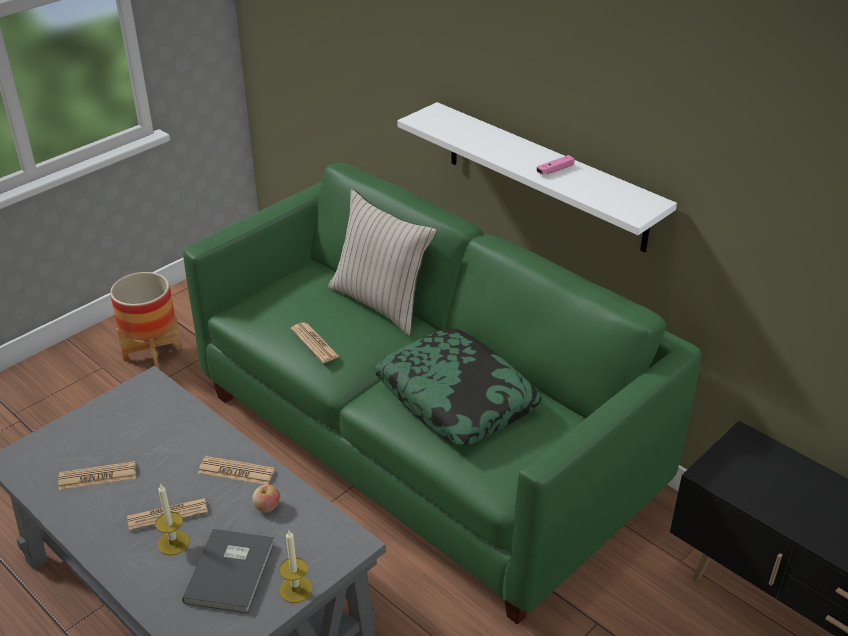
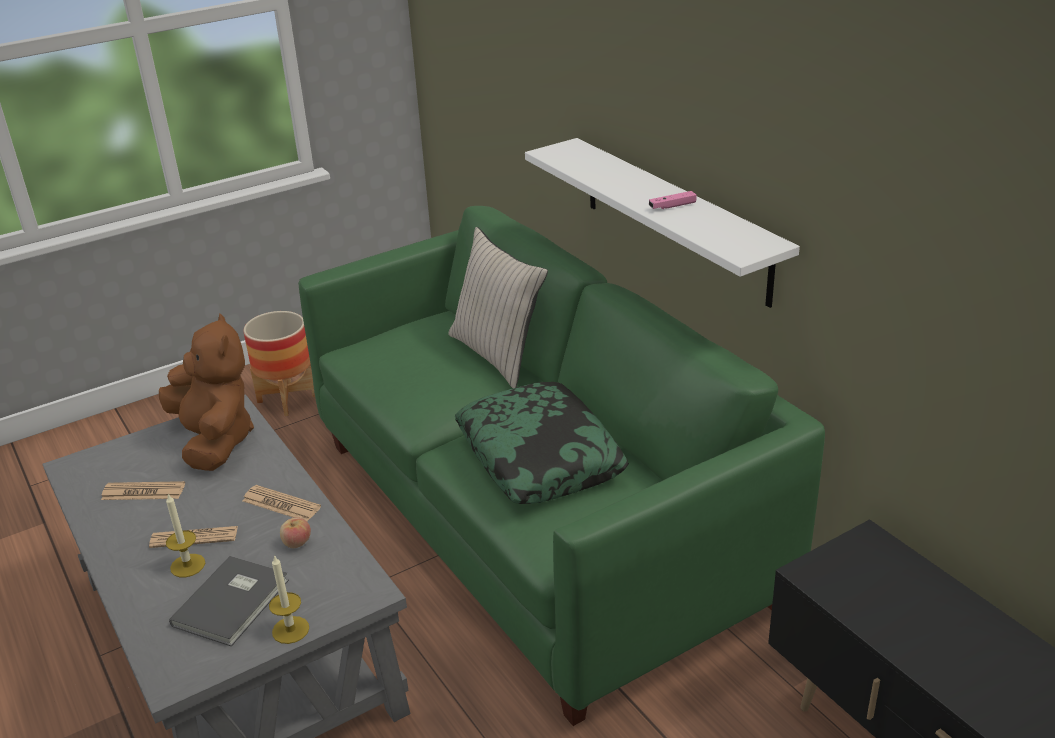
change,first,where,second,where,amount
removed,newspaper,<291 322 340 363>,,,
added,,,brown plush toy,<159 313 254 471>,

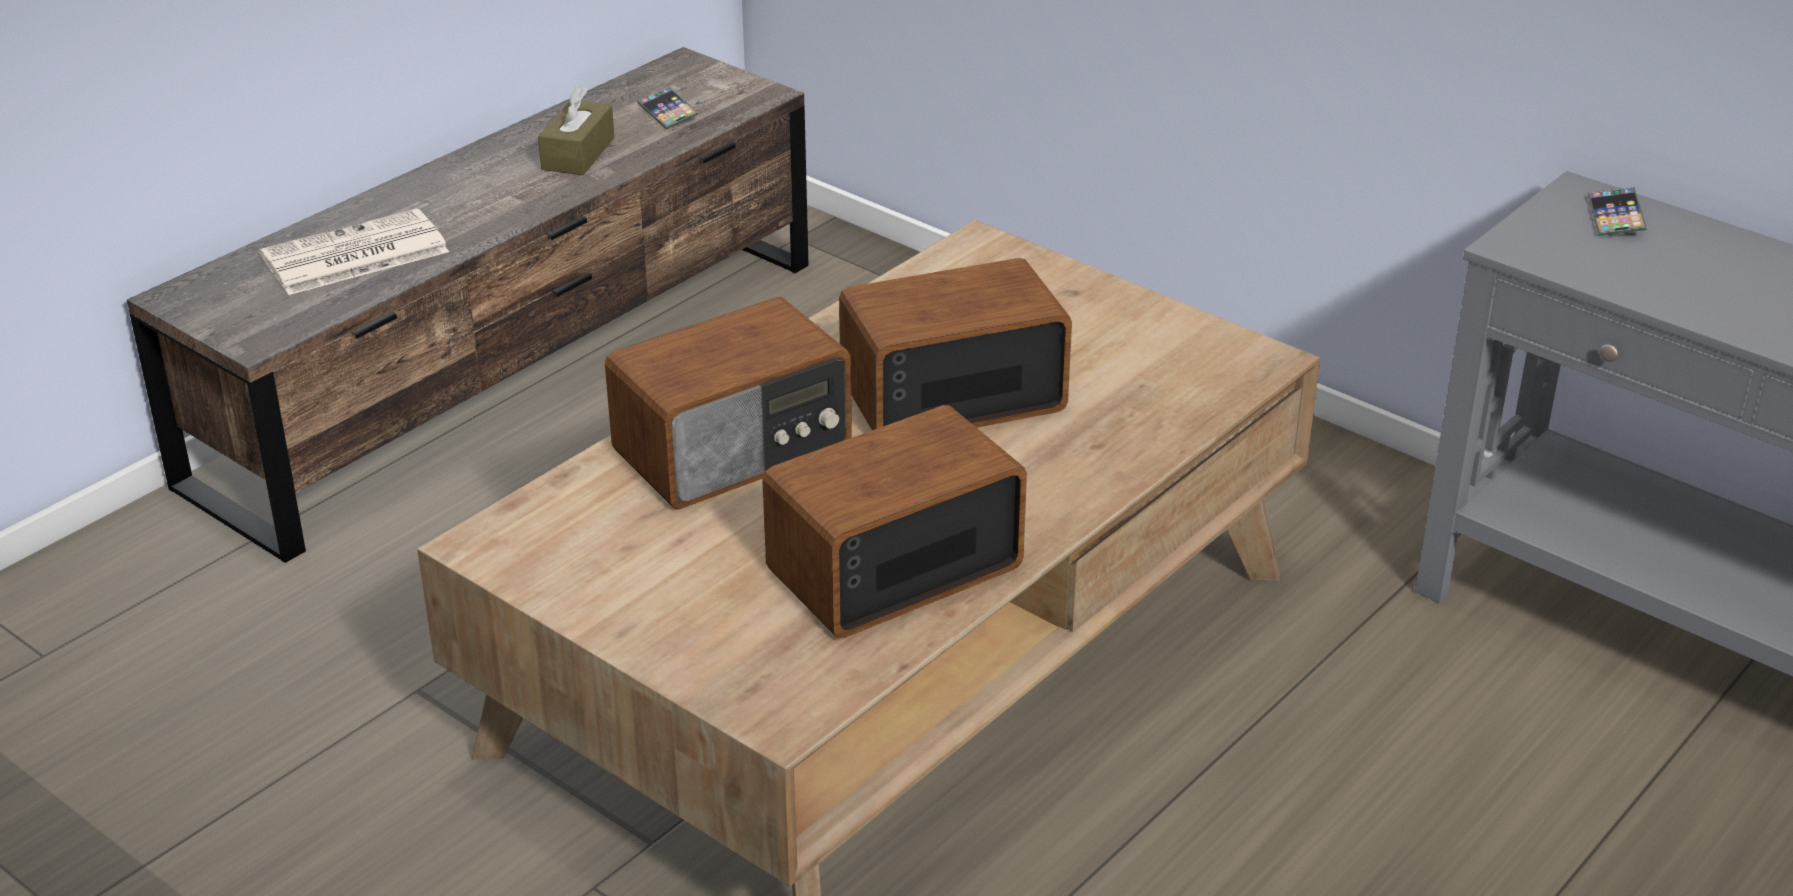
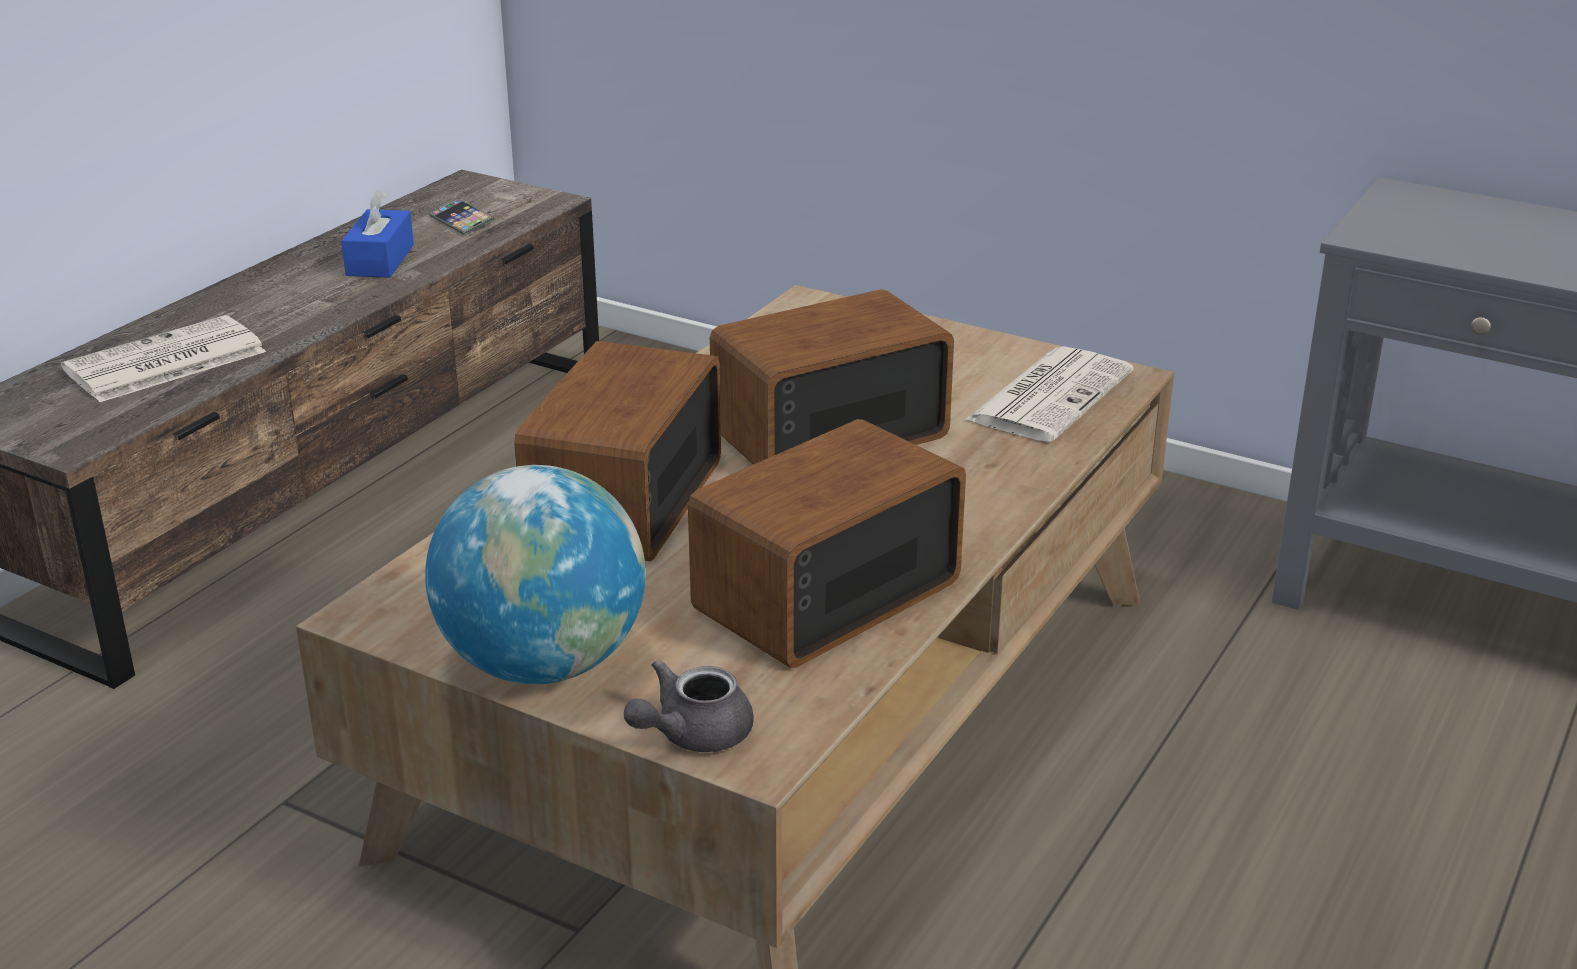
change,first,where,second,where,amount
removed,phone,<1588 187 1647 236>,,,
added,,,globe,<425 465 646 684>,
added,,,grey teapot,<624 659 754 752>,
added,,,newspaper,<965 346 1133 442>,
recoloured,brown tissue box,<538 86 615 175>,blue tissue box,<341 190 414 278>,
turned,radio,<605 297 852 509>,,<514 341 721 561>,150 degrees clockwise

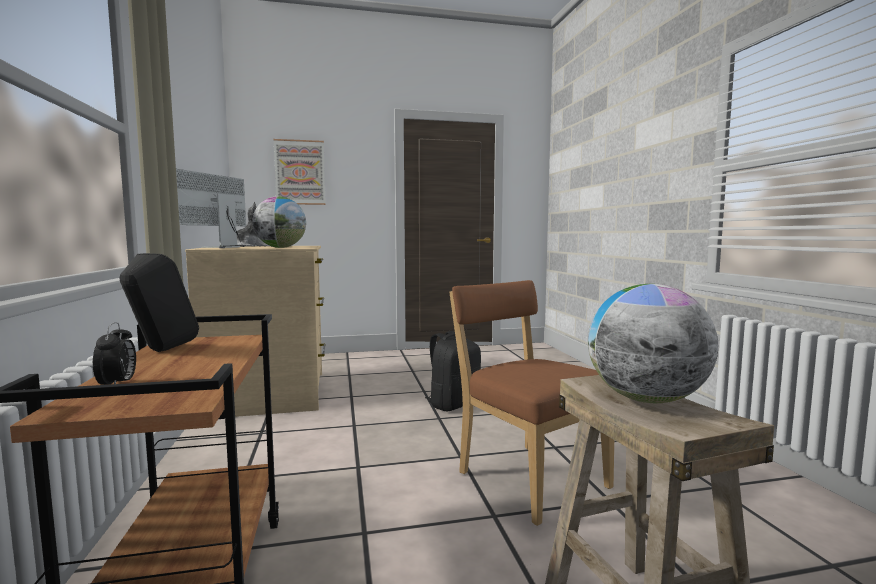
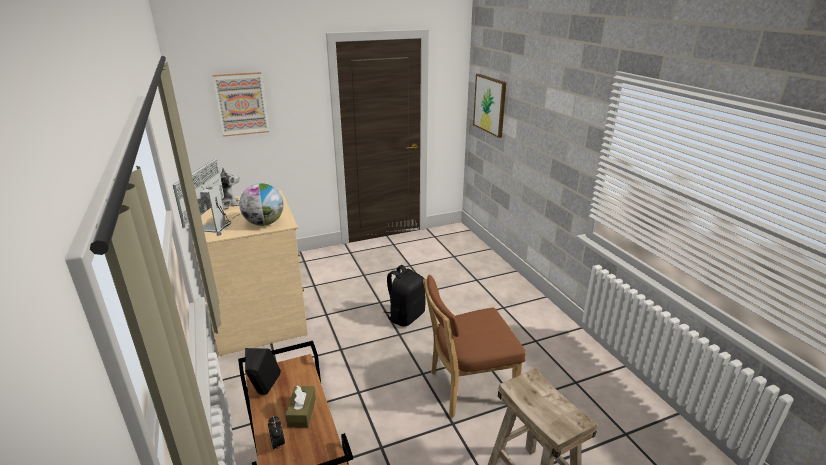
change,first,where,second,where,amount
removed,globe,<588 284 718 403>,,,
added,,,brown tissue box,<285 385 316 428>,
added,,,picture,<473 74 506 138>,
turned,brown chair,<449 280 614 526>,,<423 275 526 418>,60 degrees counterclockwise

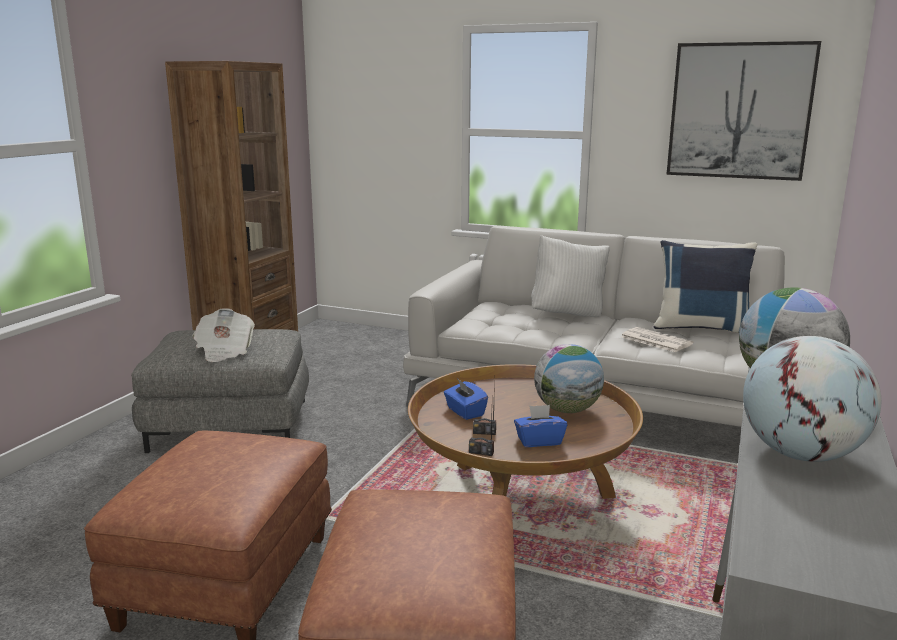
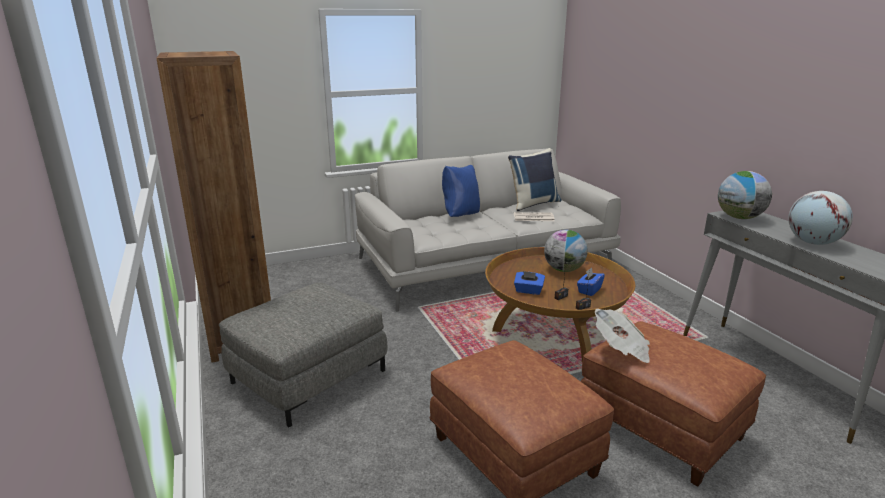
change,first,where,second,where,amount
removed,picture,<666 41 821 181>,,,
moved,newspaper,<193 308 255 362>,,<595 309 650 363>,
recoloured,white pillow,<531 235 610 317>,blue pillow,<442 165 480 217>,

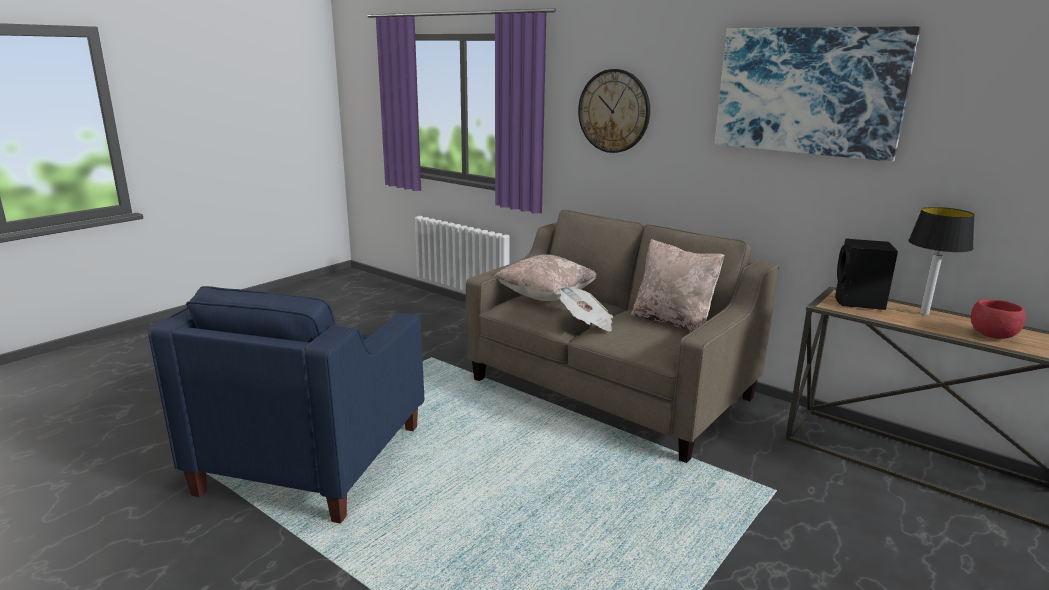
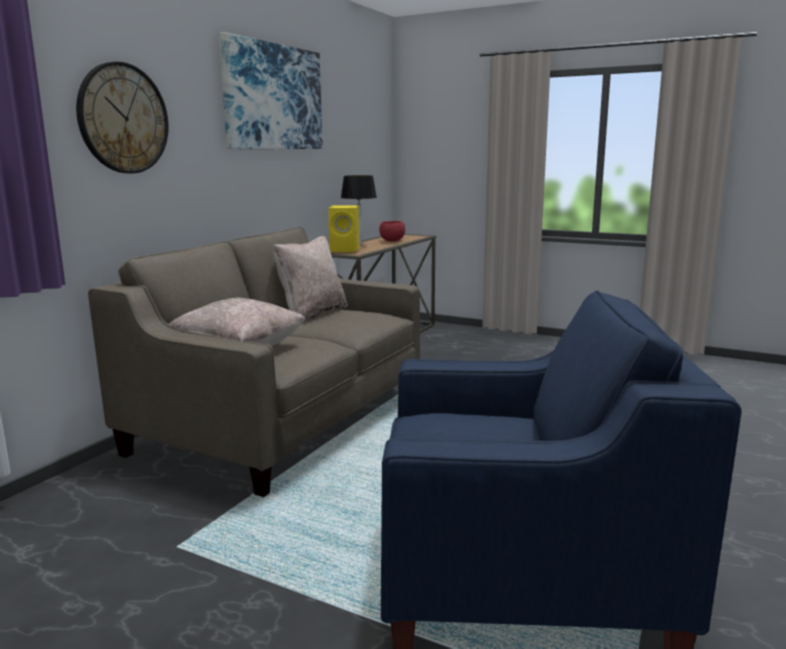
change,first,where,second,where,amount
removed,newspaper,<559 286 613 331>,,,
recoloured,black speaker,<835 238 898 310>,yellow speaker,<328 206 360 252>,

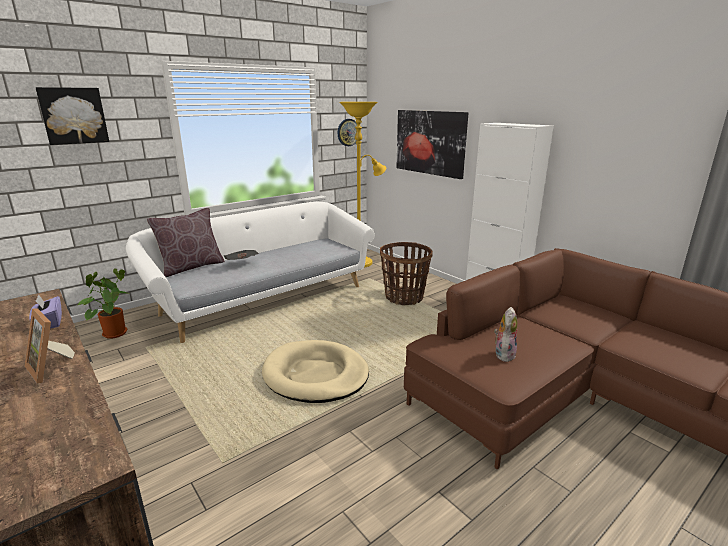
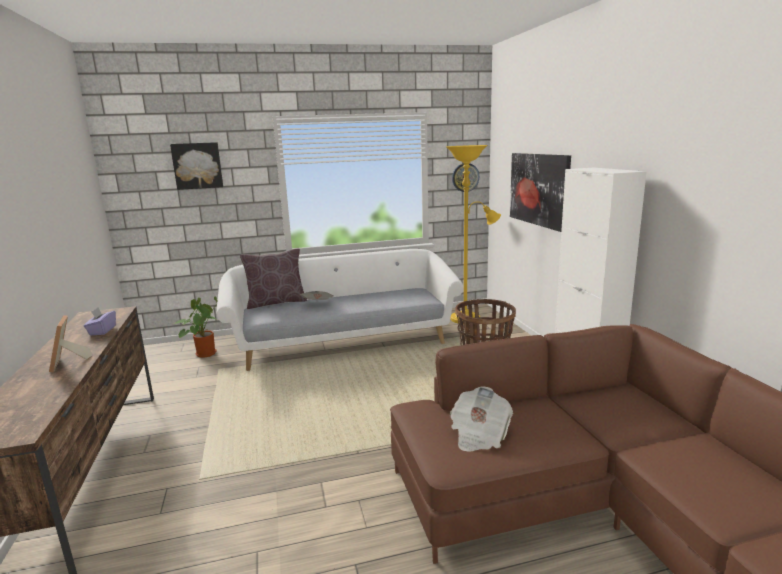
change,first,where,second,where,amount
removed,beige dog bed,<262 340 369 403>,,,
replaced,plush toy,<494 307 517 362>,newspaper,<450 386 513 451>,

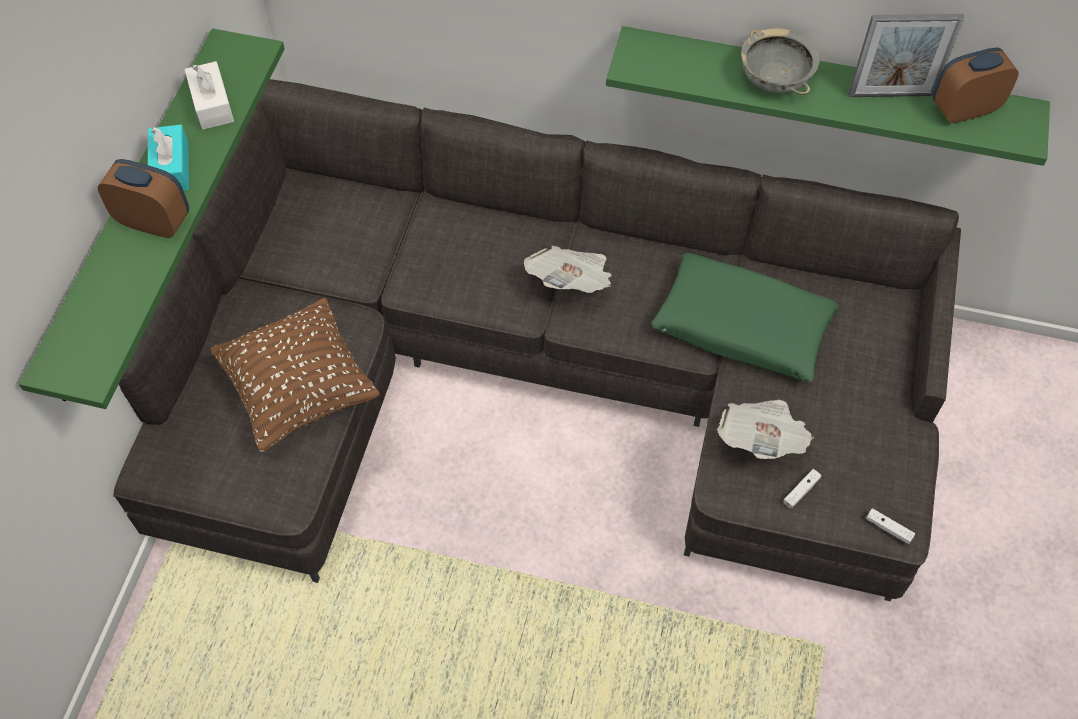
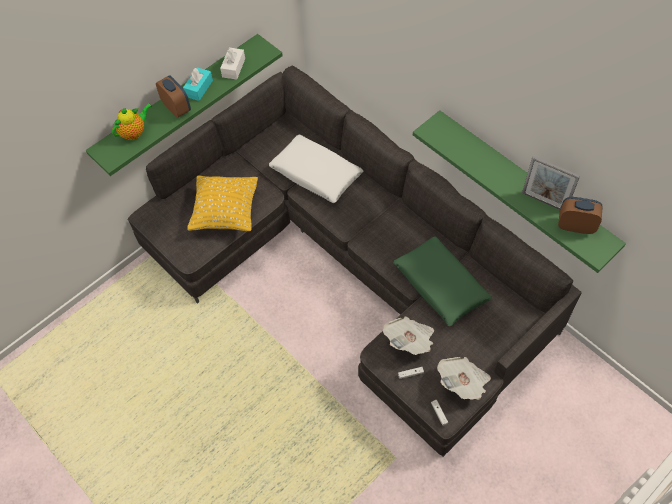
change,first,where,second,where,amount
removed,grey bowl,<741 28 820 95>,,,
added,,,teapot,<112 104 151 140>,
added,,,white pillow,<269 135 363 203>,
moved,newspaper,<524 246 612 293>,,<437 357 491 400>,
recoloured,brown pillow,<210 298 380 452>,yellow pillow,<187 175 258 231>,

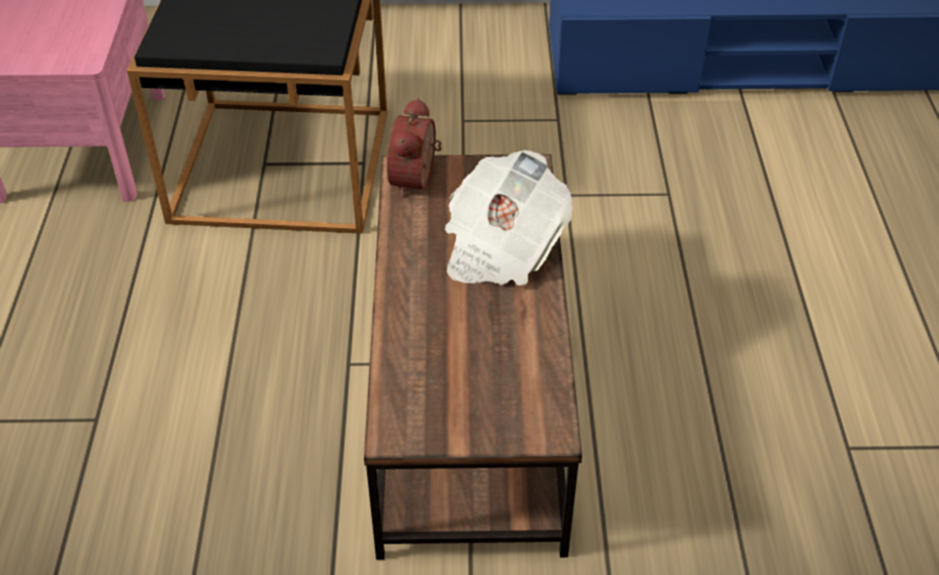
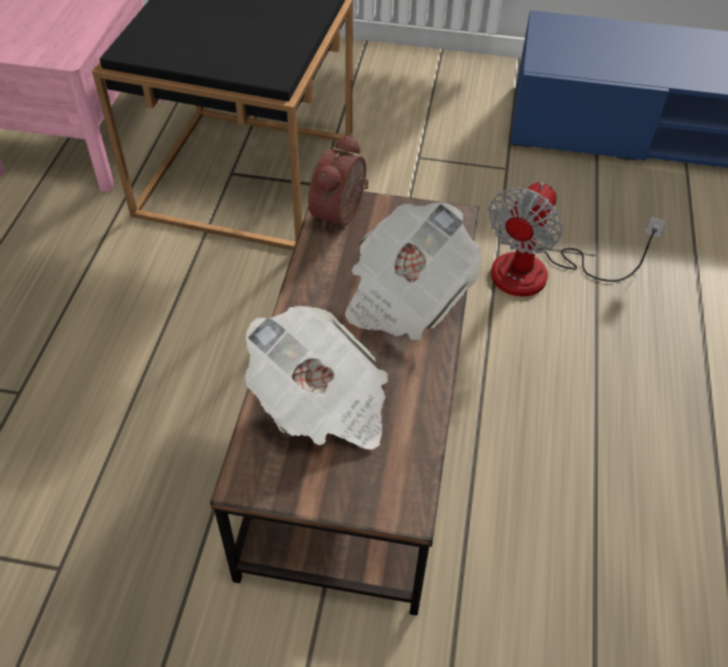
change,first,where,second,where,amount
added,,,newspaper,<245 306 388 450>,
added,,,fan,<488 182 666 297>,

